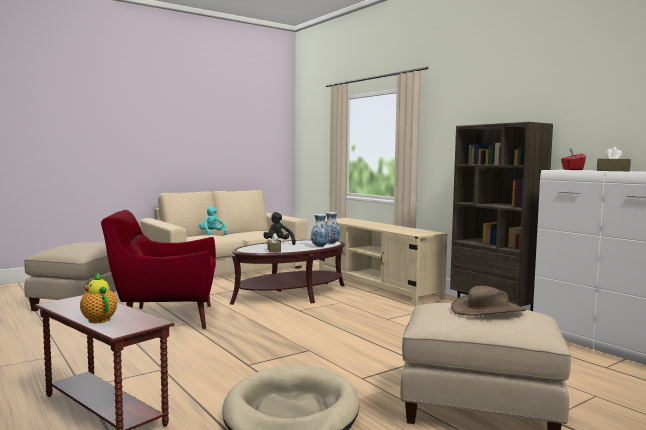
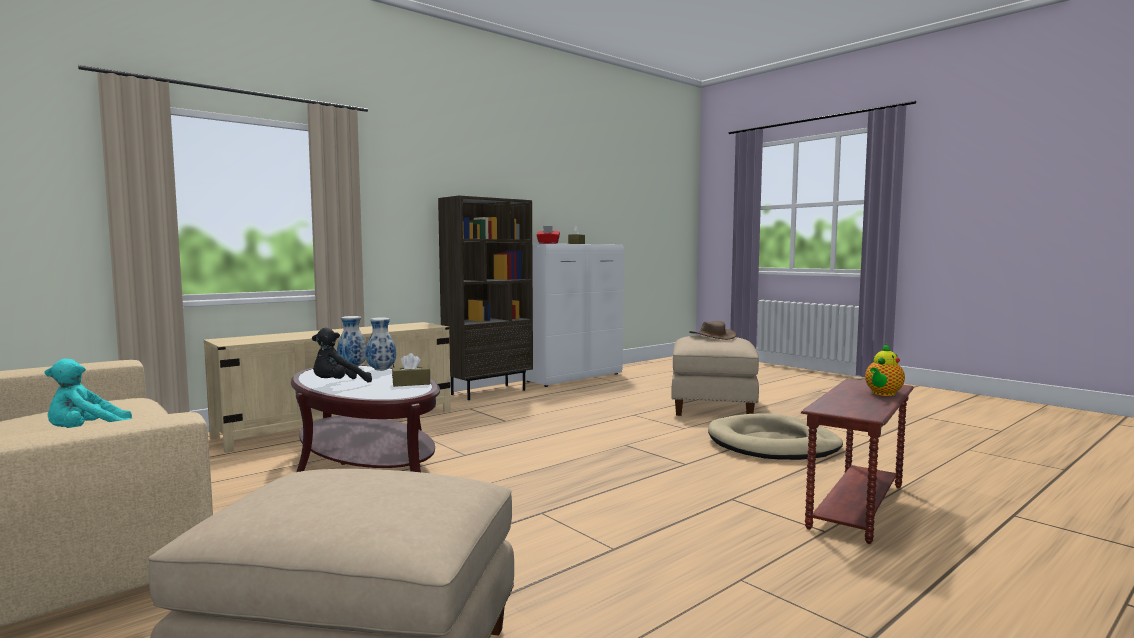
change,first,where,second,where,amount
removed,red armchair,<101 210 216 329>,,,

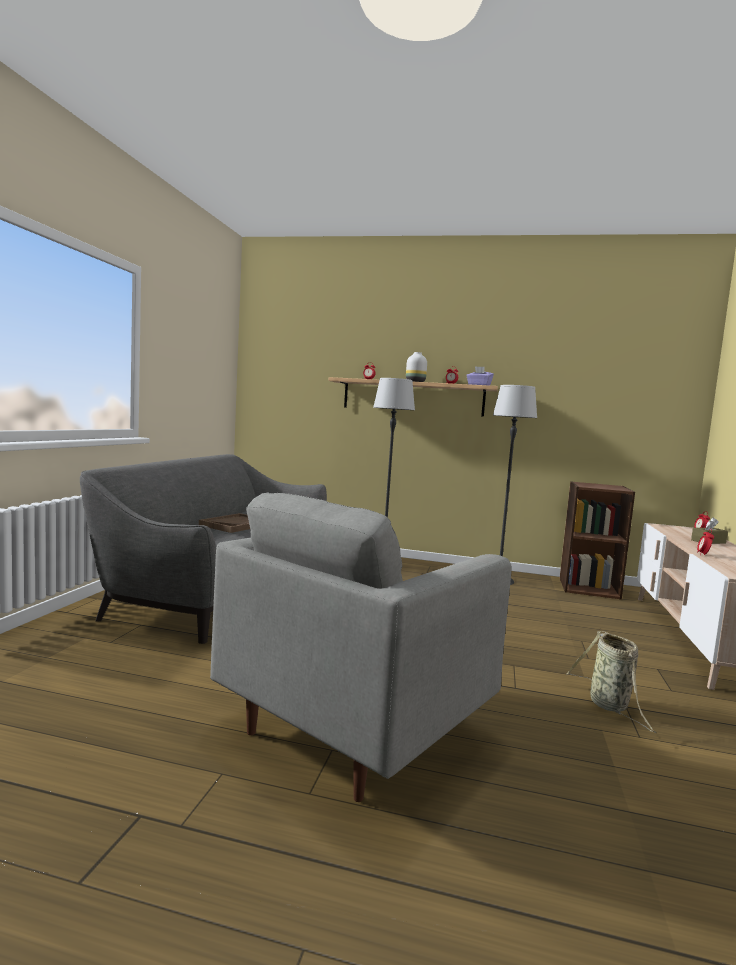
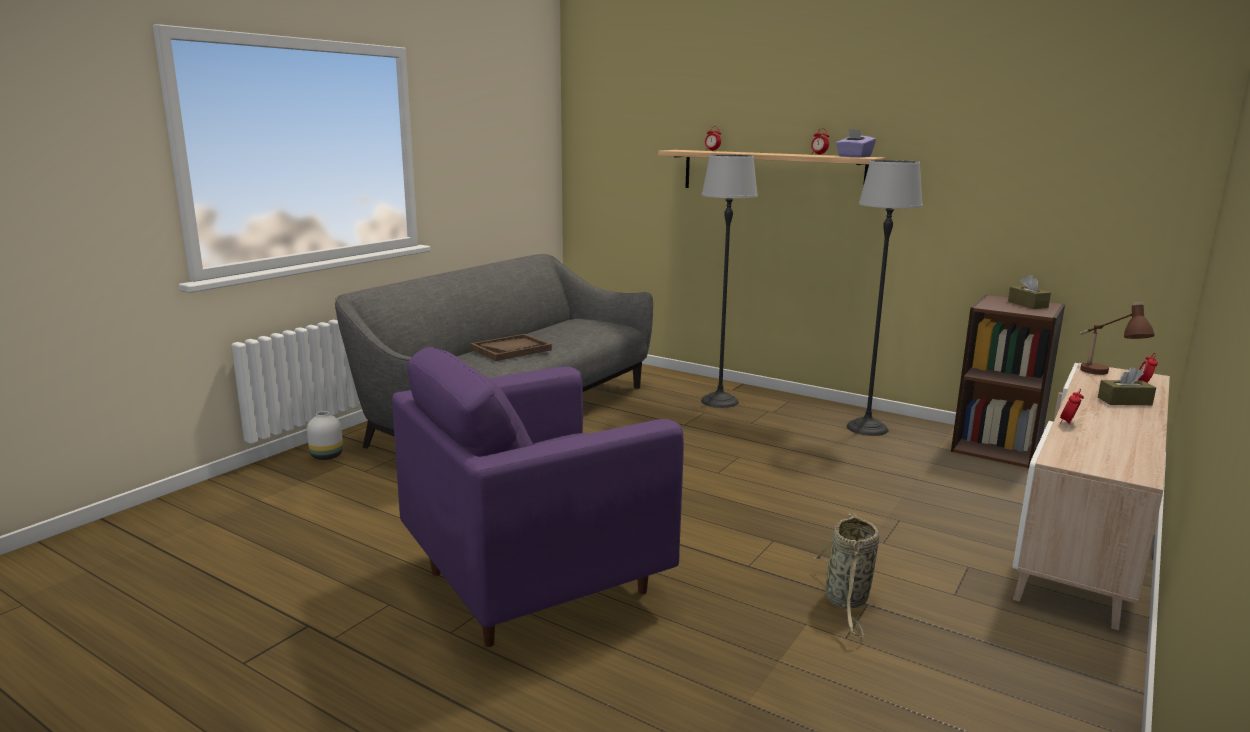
change,first,where,second,where,amount
added,,,brown tissue box,<1008 275 1051 309>,
added,,,brown table lamp,<1080 302 1155 375>,
moved,white vase,<406 352 427 382>,,<307 411 343 460>,
recoloured,grey armchair,<210 492 511 802>,purple armchair,<392 347 684 647>,

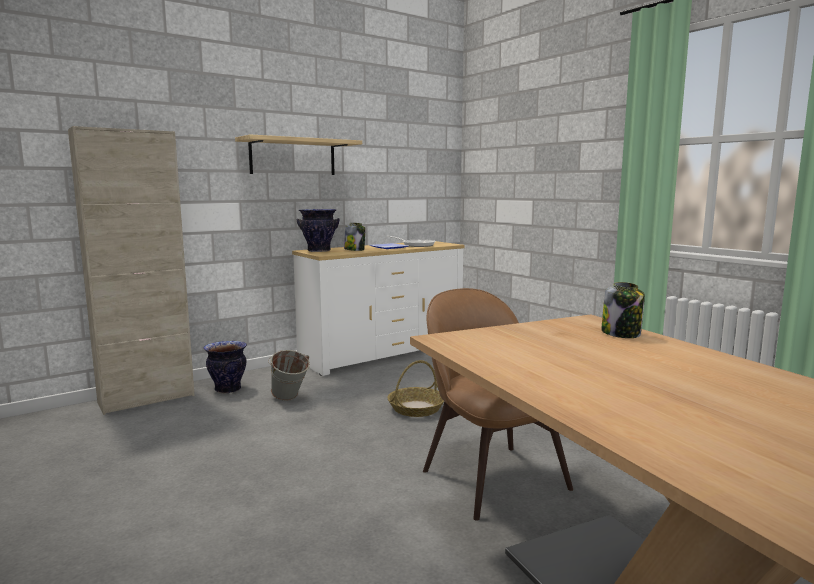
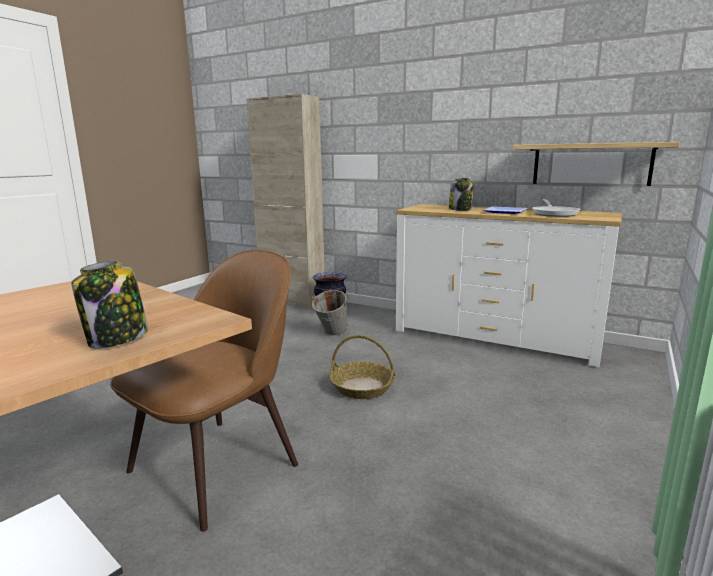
change,first,where,second,where,amount
removed,vase,<296 209 339 252>,,,
moved,shelf,<235 134 362 175>,,<513 142 680 186>,

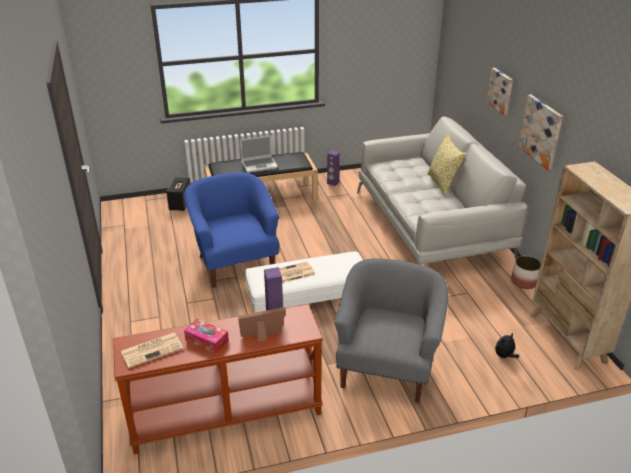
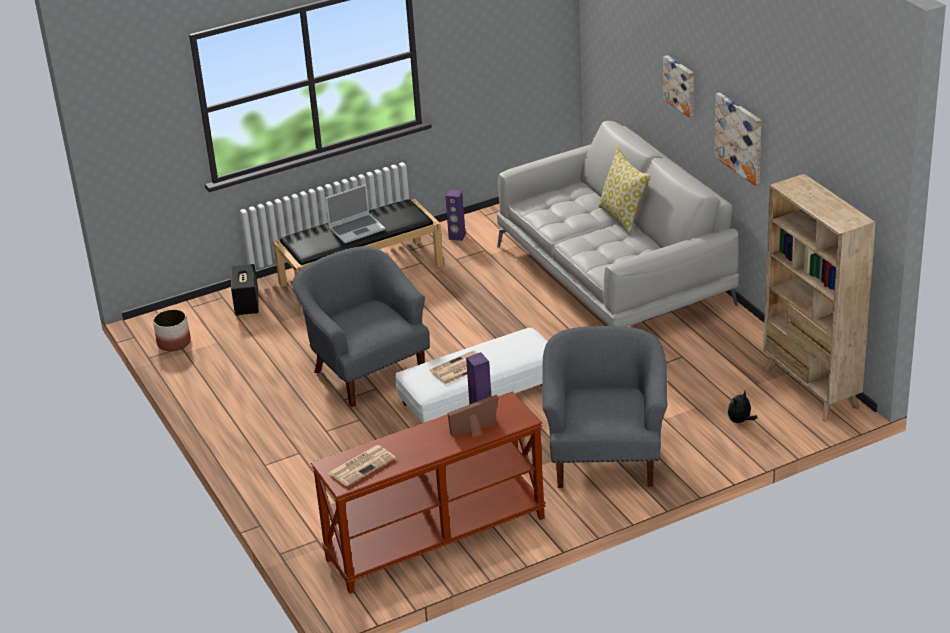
change,first,where,second,where,amount
removed,tissue box,<184 319 229 354>,,,
moved,planter,<511 256 541 289>,,<153 309 191 351>,
recoloured,blue armchair,<184 172 279 288>,grey armchair,<292 246 430 407>,

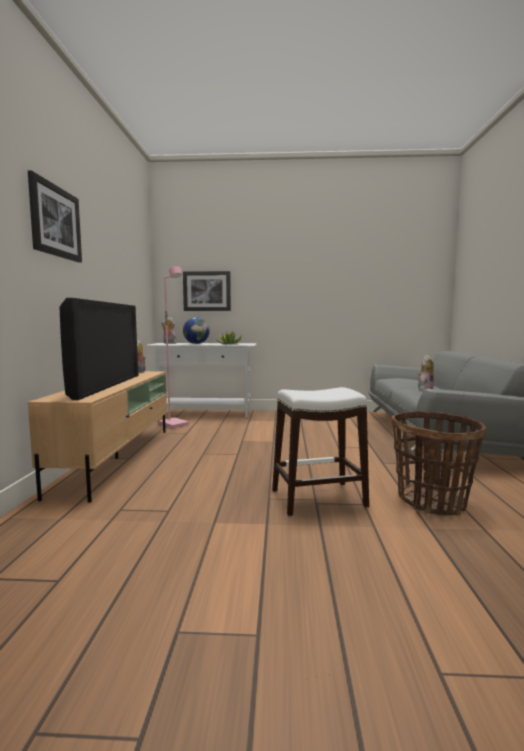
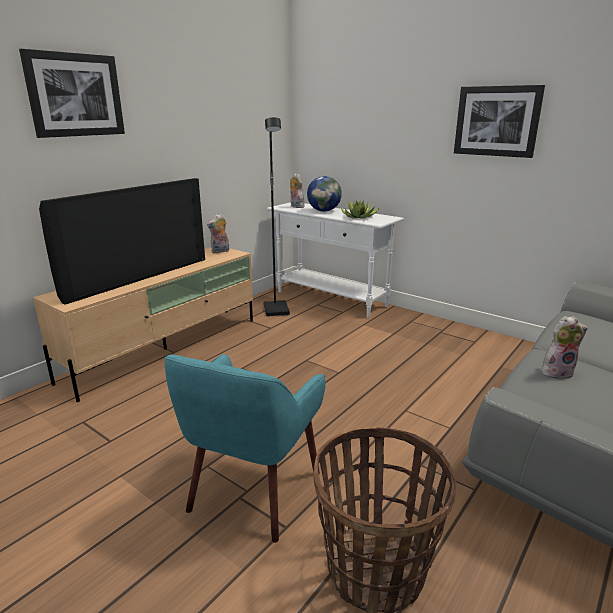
change,first,where,second,where,amount
moved,picture,<183 271 231 311>,,<454 85 545 158>,
replaced,white stool,<272 387 369 516>,turquoise armchair,<165 354 326 543>,
recoloured,pink floor lamp,<159 266 189 429>,black floor lamp,<263 117 290 317>,

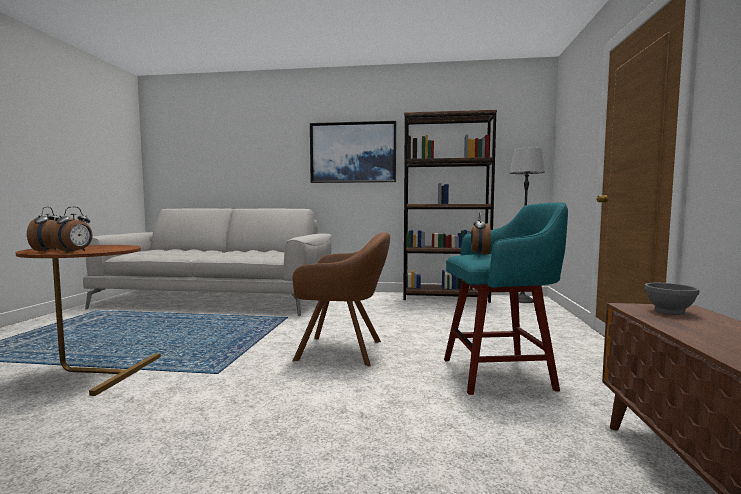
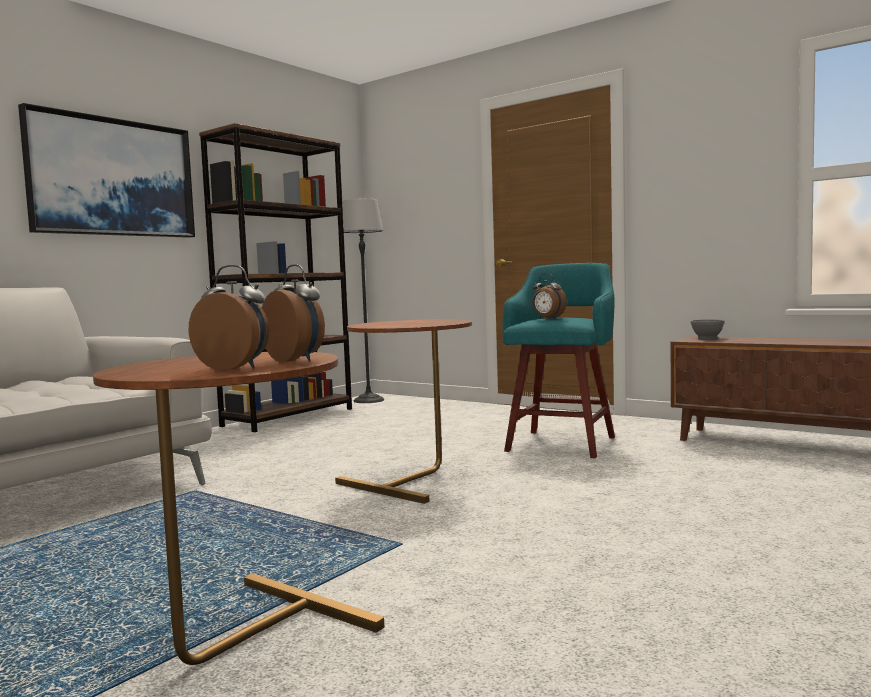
change,first,where,second,where,amount
replaced,brown armchair,<292 232 390 366>,brown side table,<335 319 472 504>,

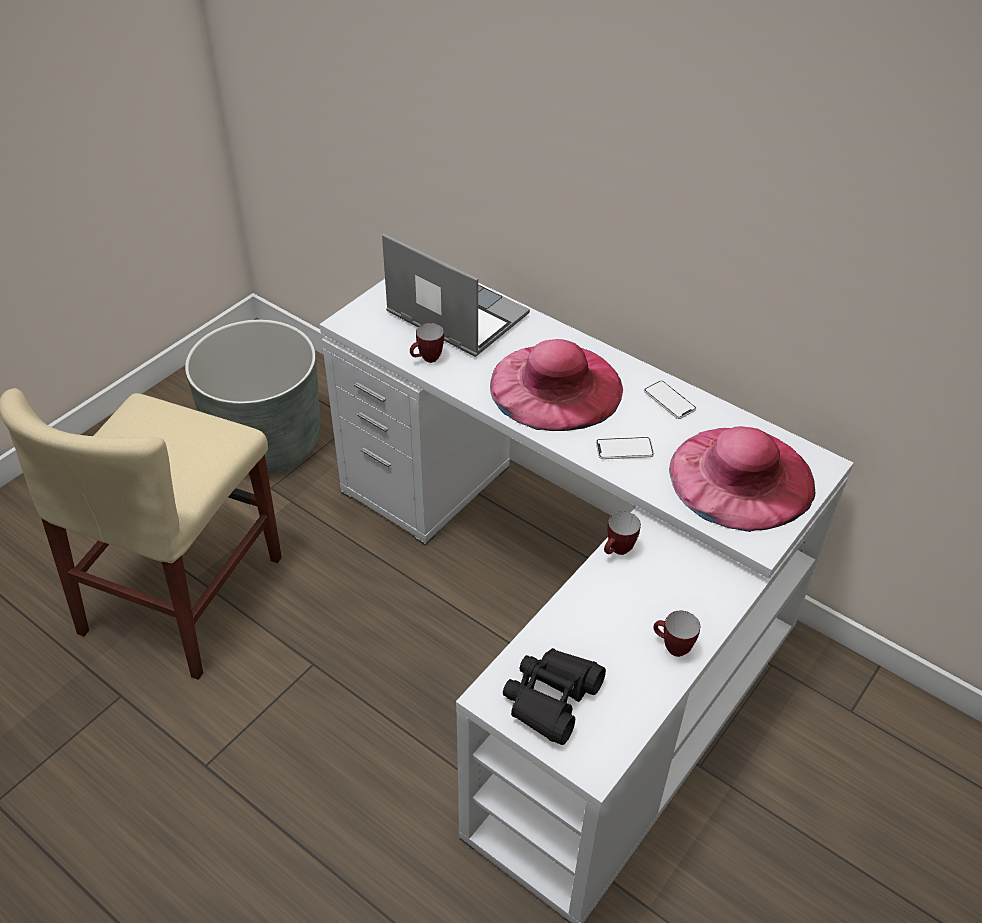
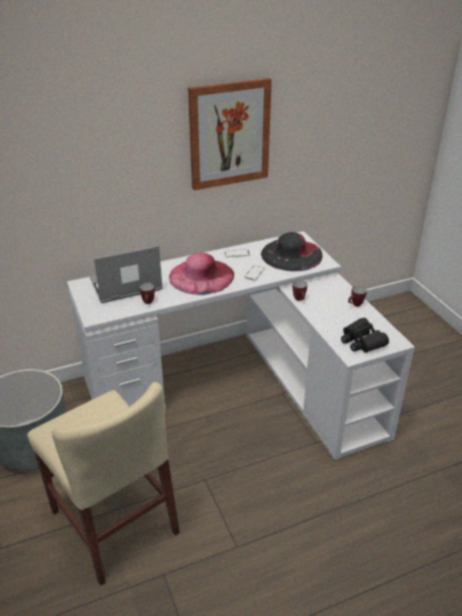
change,first,where,second,where,amount
added,,,picture,<188 78 272 190>,
recoloured,pink hat,<669 426 815 532>,black hat,<261 232 323 271>,

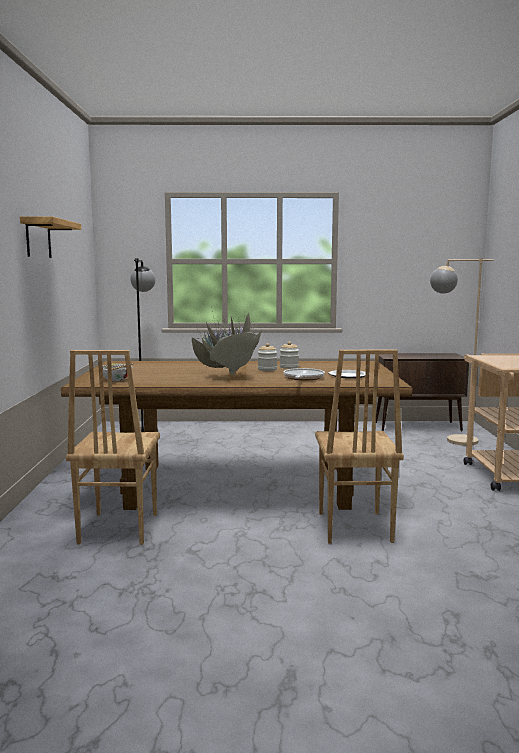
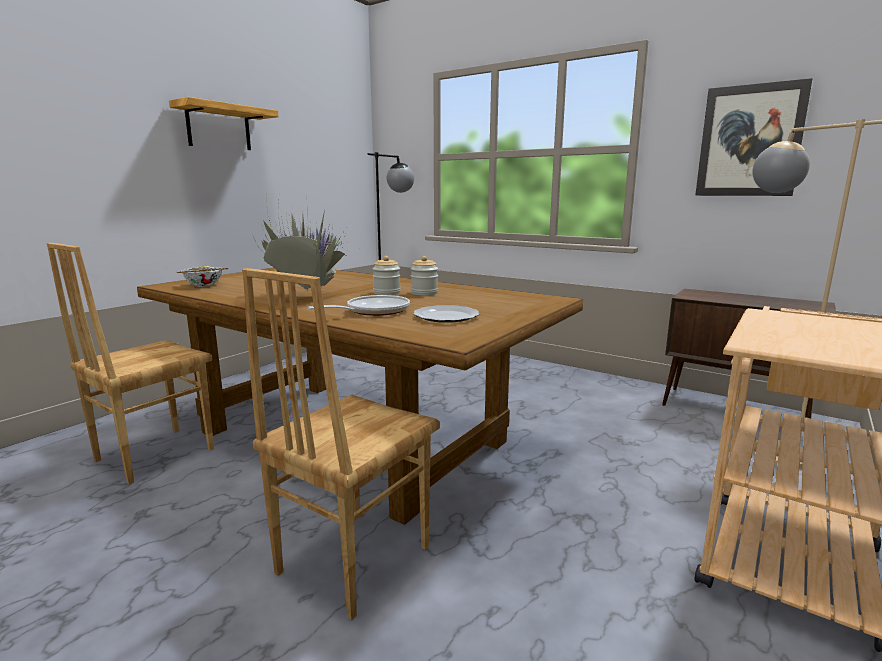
change,first,where,second,where,amount
added,,,picture,<695 78 813 196>,

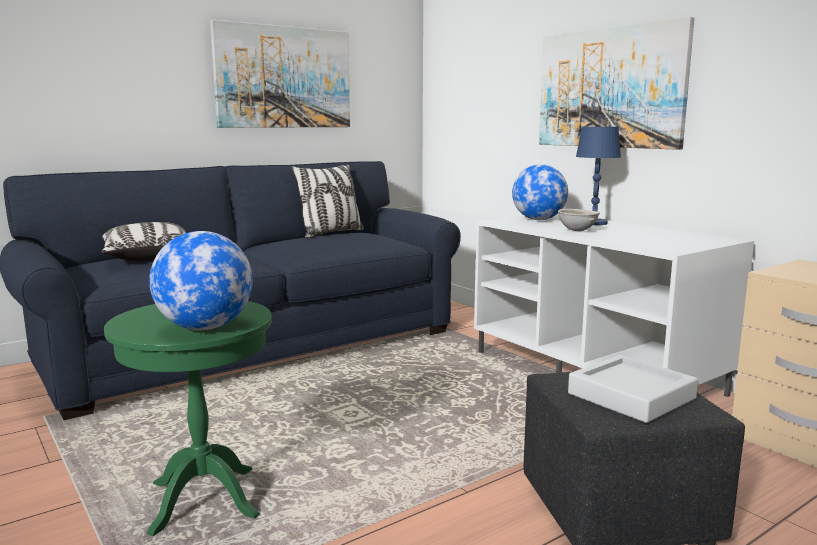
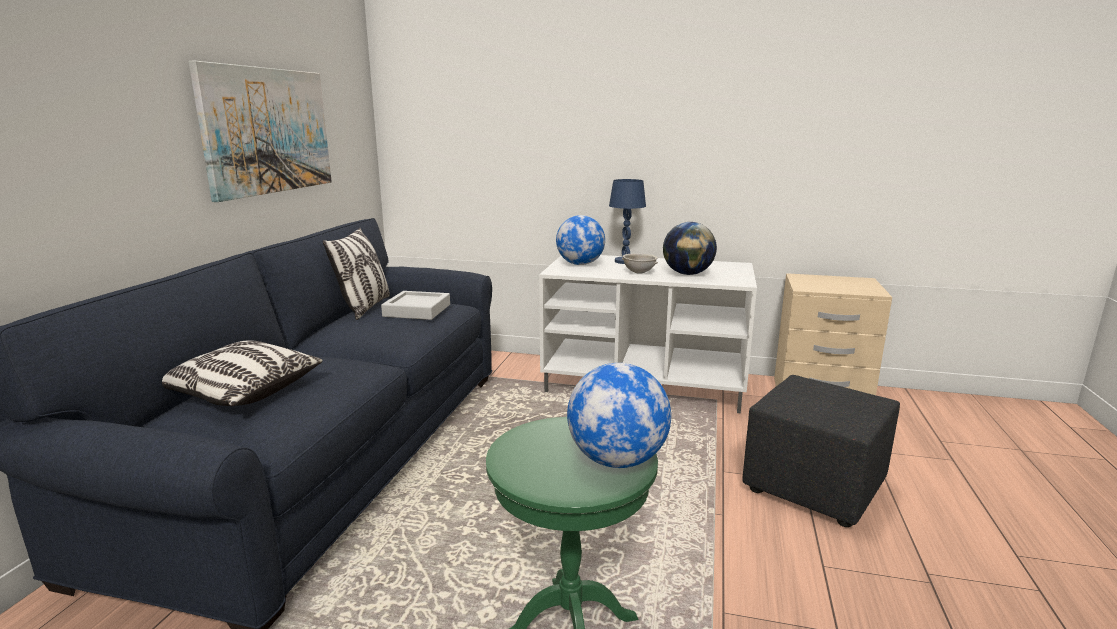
change,first,where,second,where,amount
removed,picture,<539 17 694 150>,,,
added,,,globe,<663 222 717 275>,
moved,grey tray,<568 355 698 423>,,<381 291 450 320>,

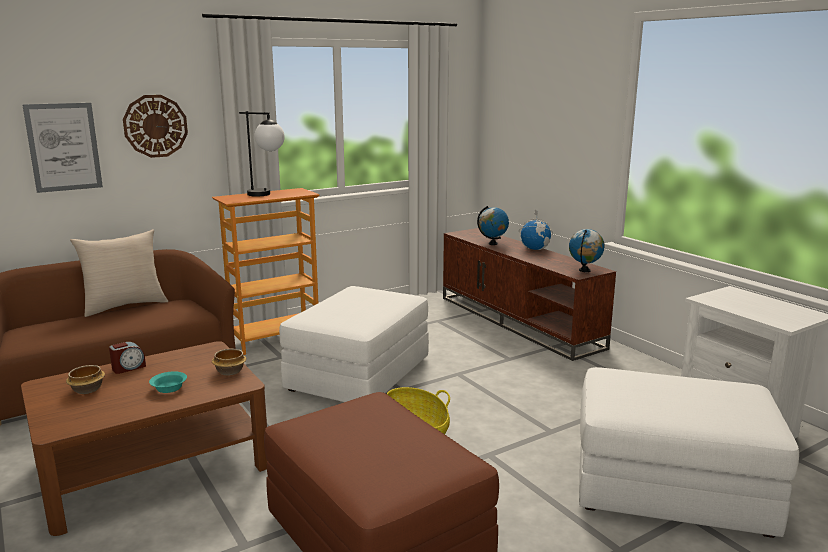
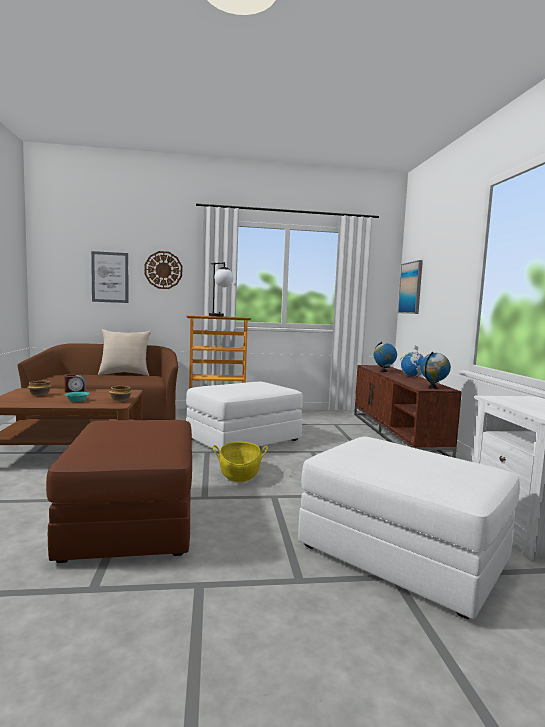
change,first,where,second,where,amount
added,,,picture,<398 260 423 314>,

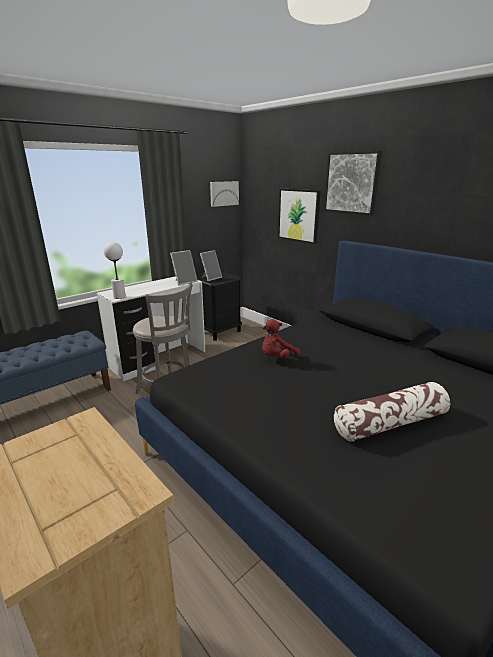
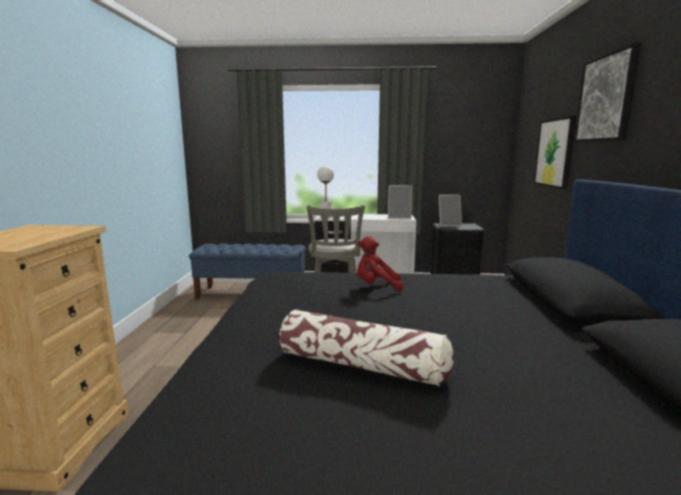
change,first,where,second,where,amount
removed,picture,<210 181 239 207>,,,

